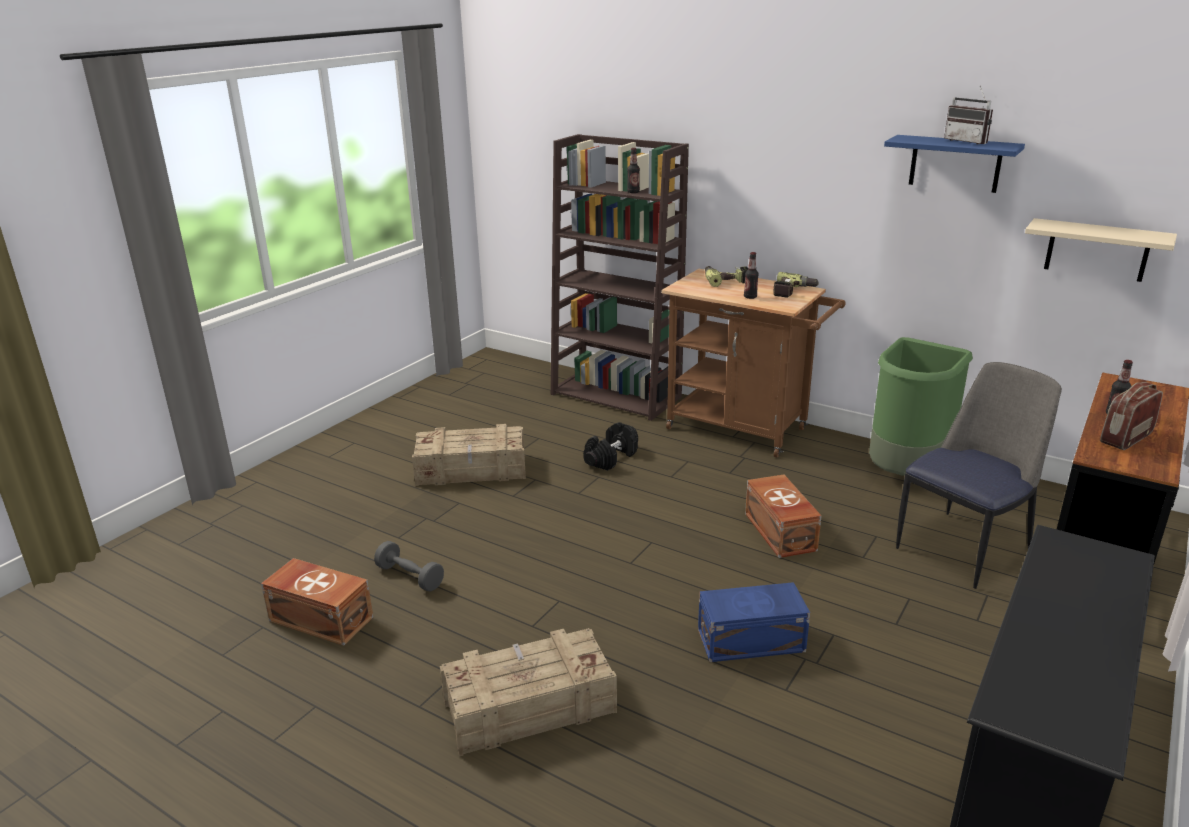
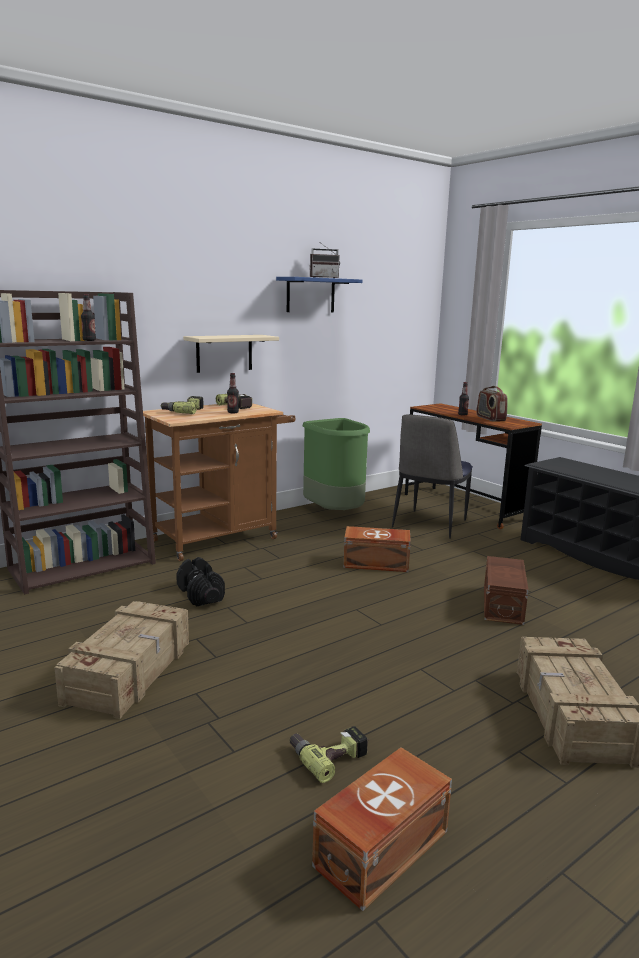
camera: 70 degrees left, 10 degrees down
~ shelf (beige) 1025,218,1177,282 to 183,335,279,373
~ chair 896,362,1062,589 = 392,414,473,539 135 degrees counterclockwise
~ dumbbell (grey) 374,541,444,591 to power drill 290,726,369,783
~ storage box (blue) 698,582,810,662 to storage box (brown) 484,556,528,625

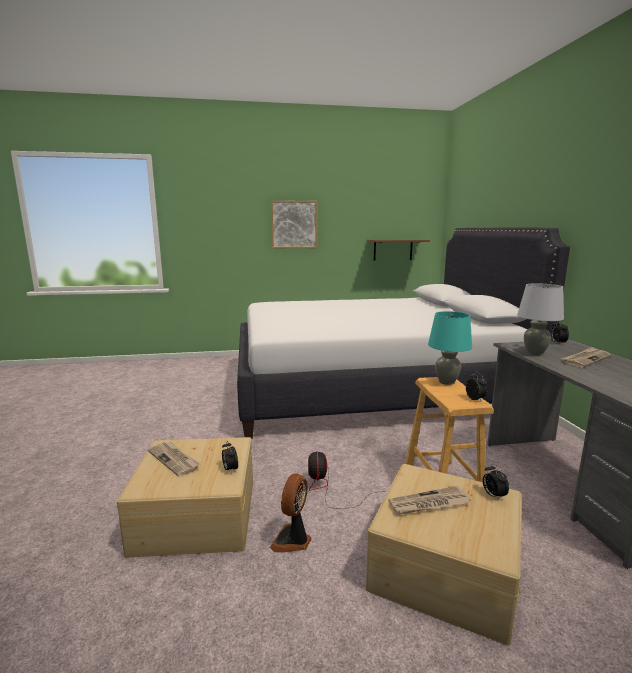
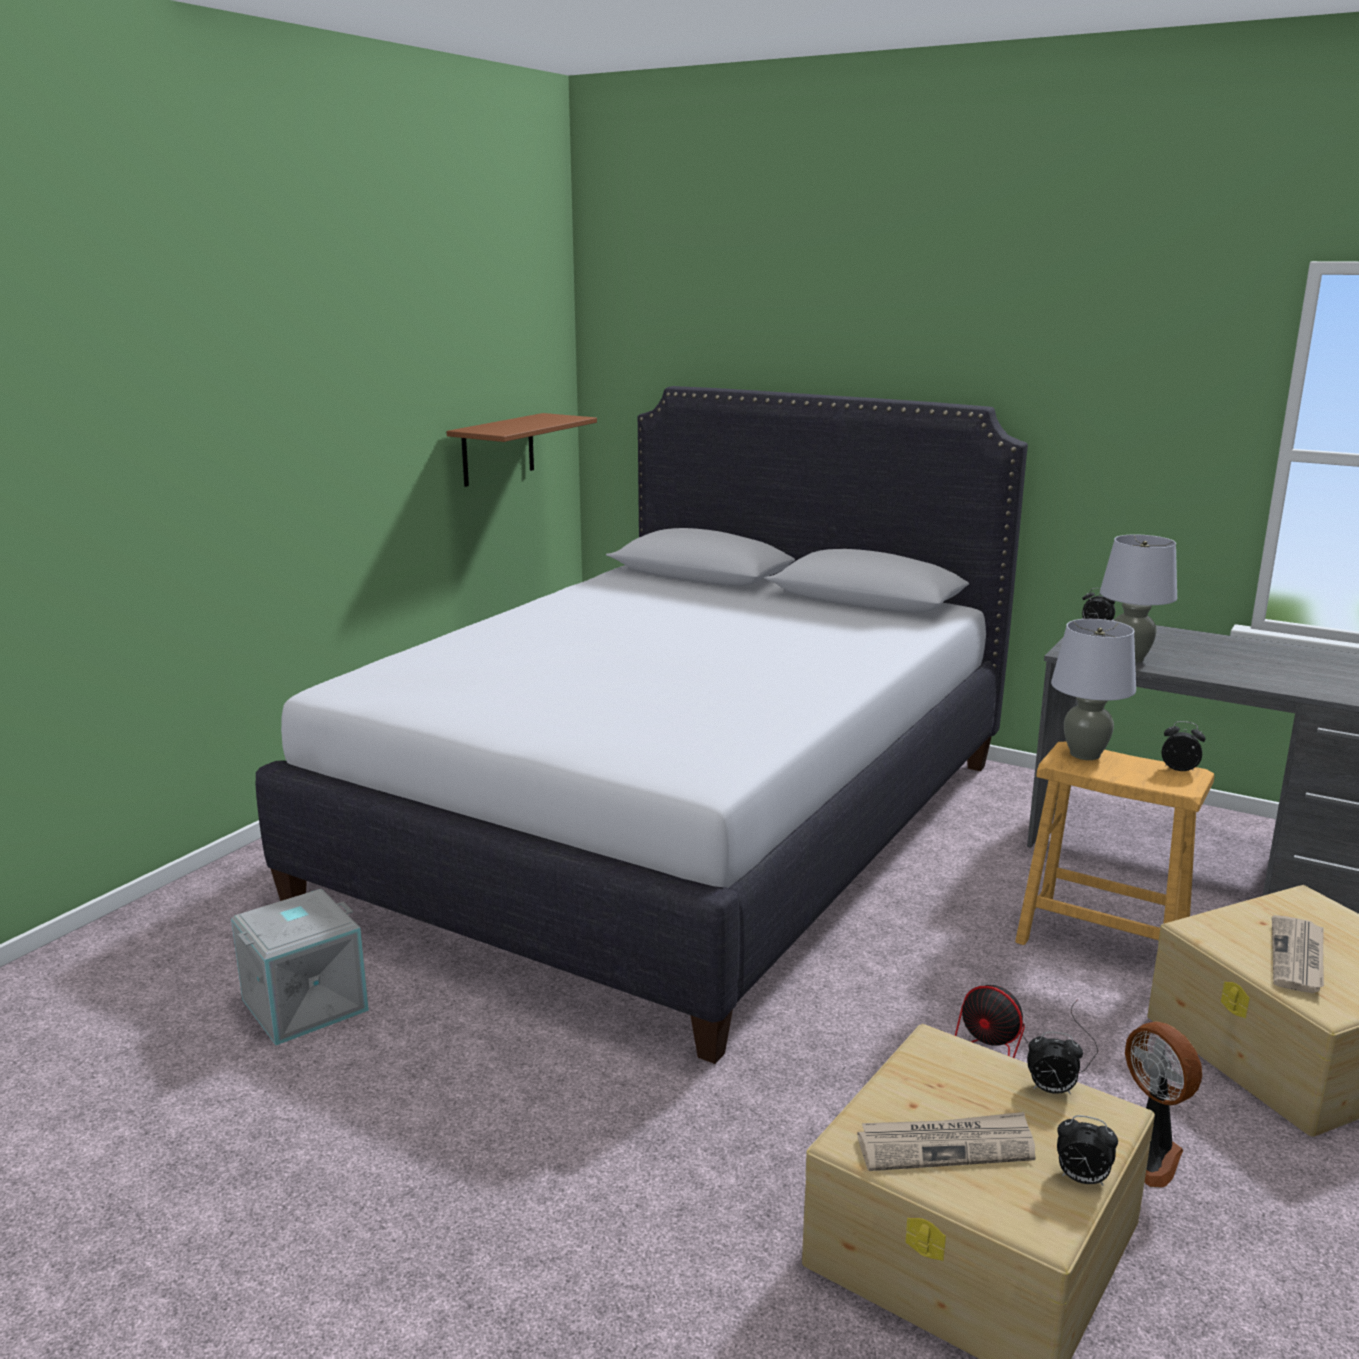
camera: 50 degrees left, 5 degrees up
- picture 271,200,317,248
~ table lamp (turquoise) 428,311,472,385 to table lamp (grey) 1051,619,1136,760
- newspaper 561,347,611,368
~ alarm clock 483,464,509,500 to 1057,1115,1118,1186
+ storage box (grey) 231,889,369,1045

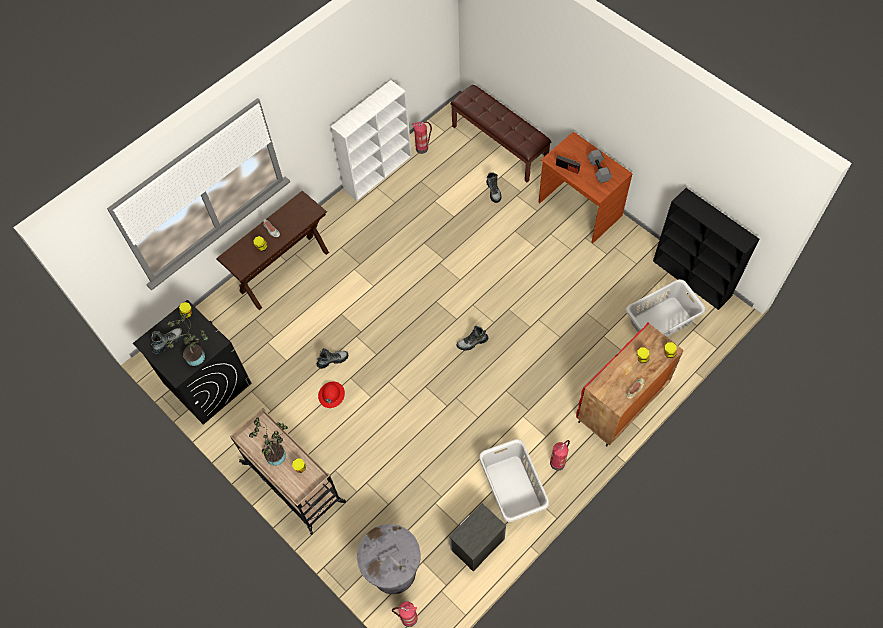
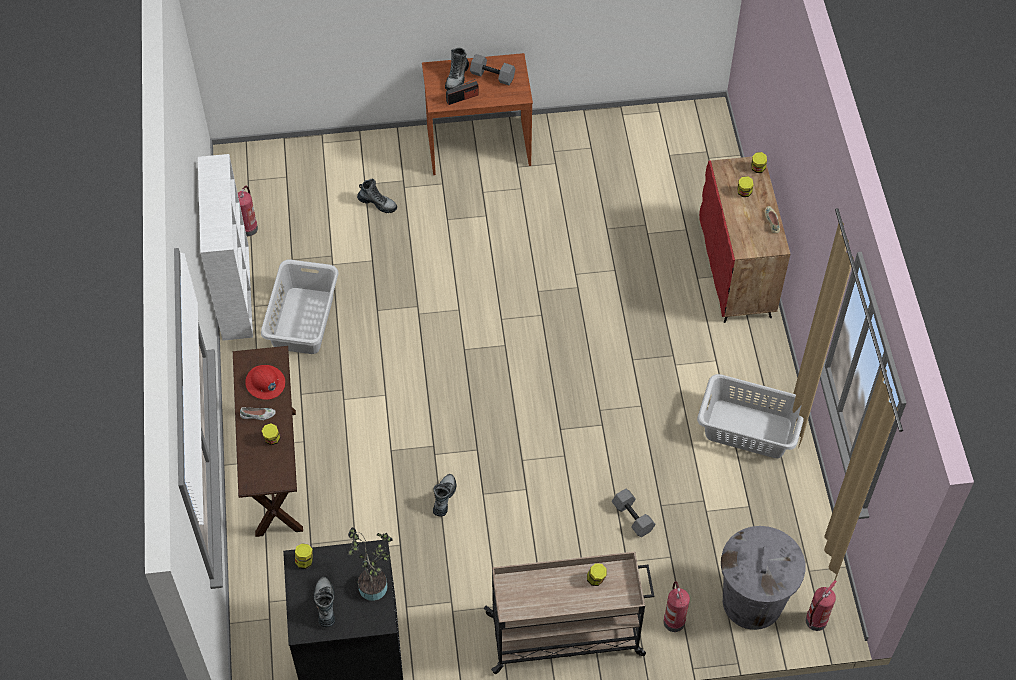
camera: 55 degrees left, 5 degrees down
- bench (brown) 451,85,551,182
- bookcase (black) 653,188,759,310
~ laundry basket (grey) 626,279,706,337 to 261,259,338,354
~ boot 456,326,488,351 to 445,47,469,90
~ hard hat (red) 318,382,345,408 to 245,365,285,400
- potted plant 249,417,288,466
~ fire extinguisher 550,440,570,471 to 663,581,690,632
- nightstand 449,503,506,572
+ dumbbell (grey) 612,489,656,537

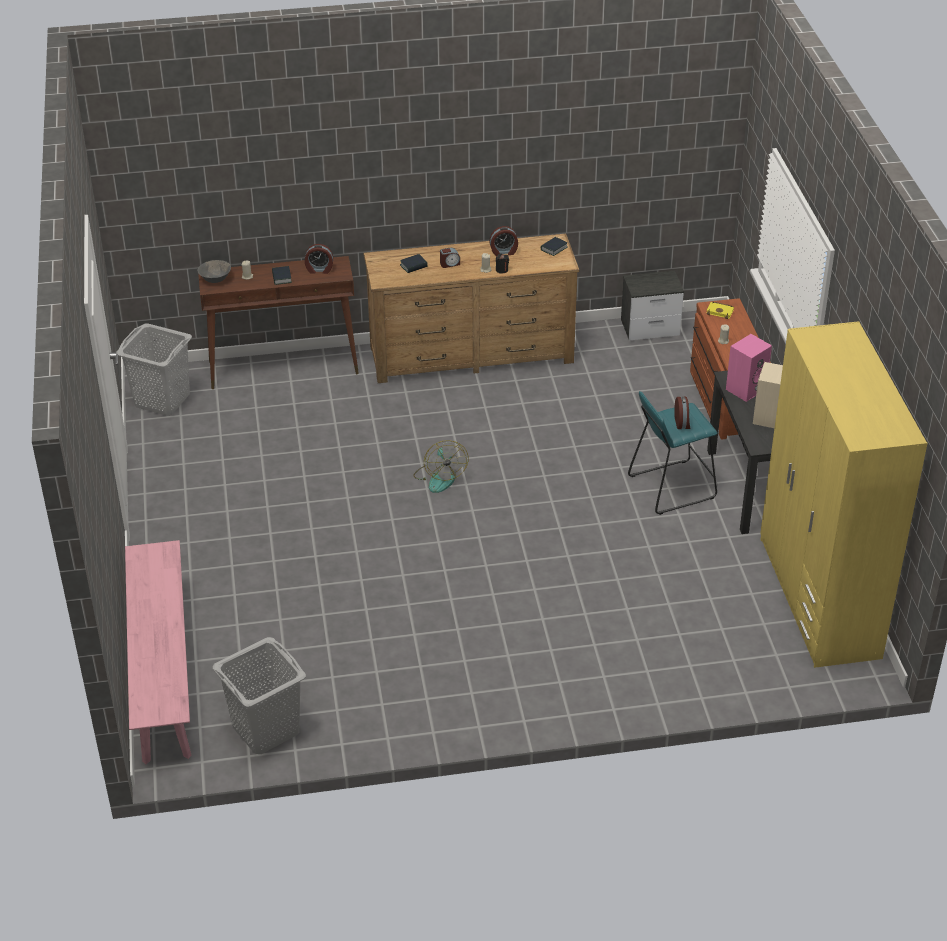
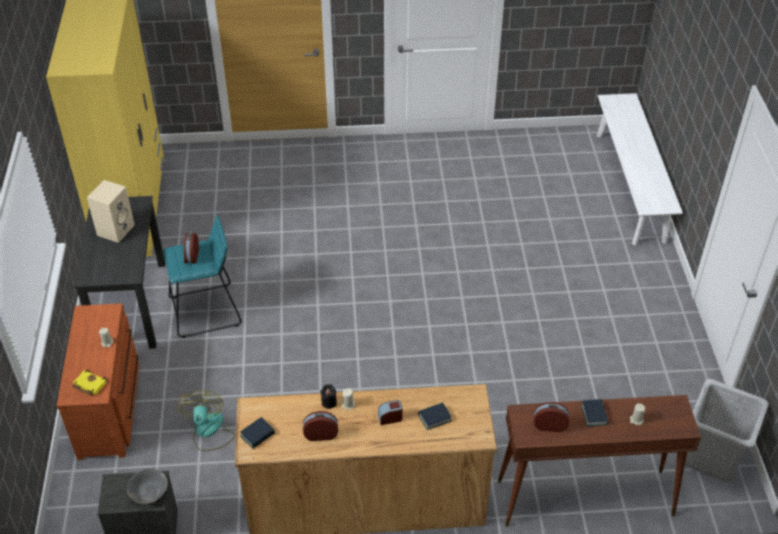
camera: 175 degrees left, 5 degrees up
~ bowl (grey) 197,260,231,283 to 127,468,168,504
- speaker (pink) 726,334,772,402
~ fan 413,440,468,493 to 177,390,235,451
~ bench (pink) 125,540,191,764 to bench (white) 597,93,683,245
- laundry basket (grey) 213,637,306,754

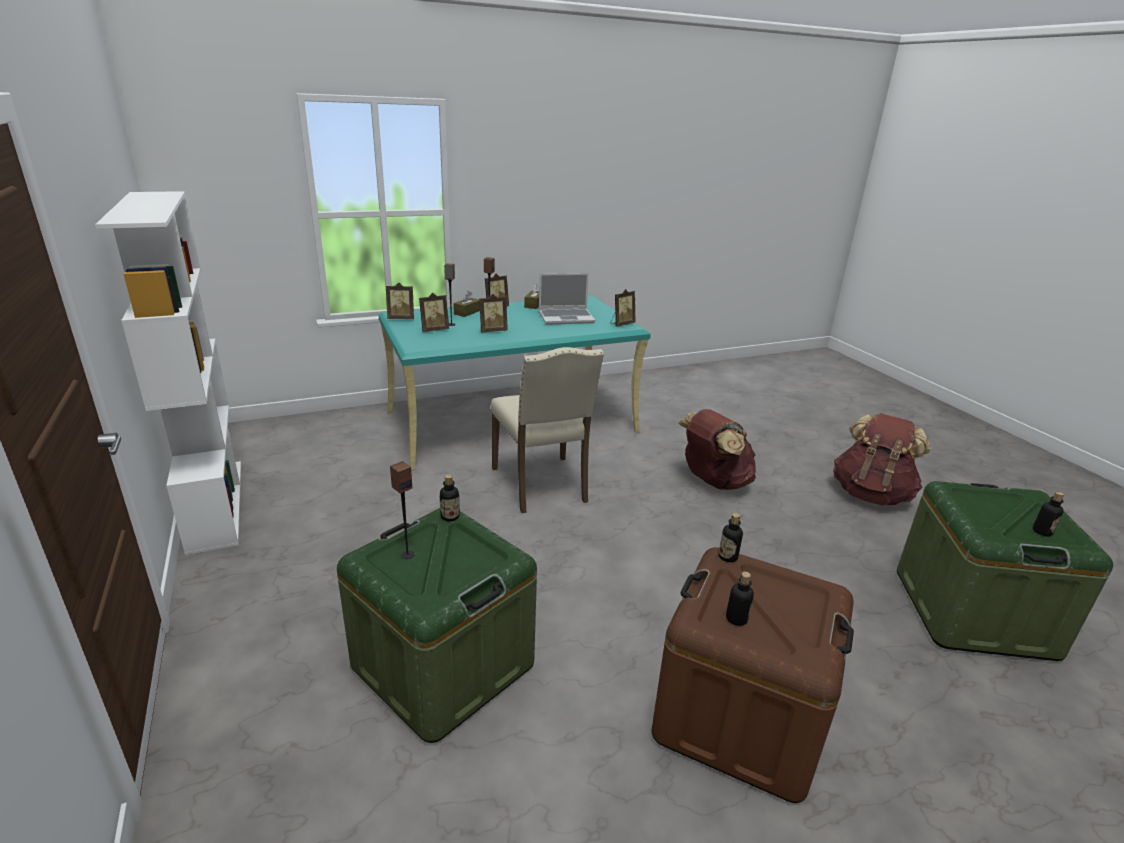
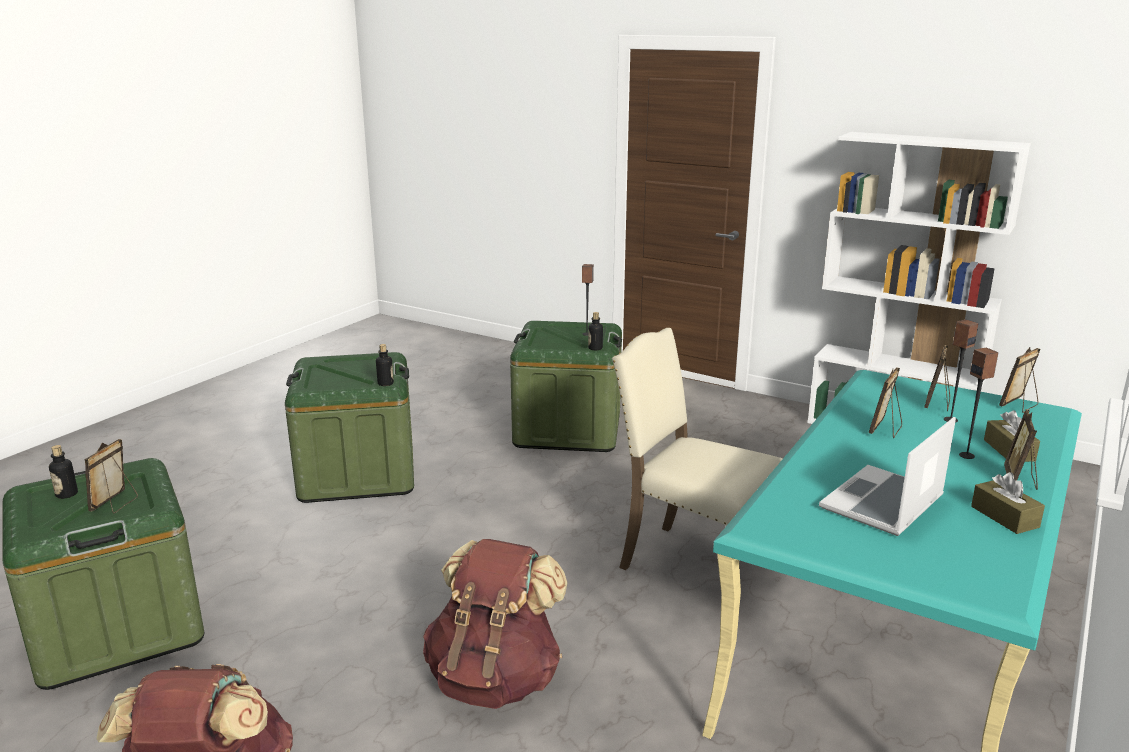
camera: 145 degrees right, 5 degrees down
~ picture frame 611,289,636,327 to 85,439,138,513
~ storage box (brown) 652,547,854,803 to storage box (green) 285,352,414,503
- bottle 726,572,754,626

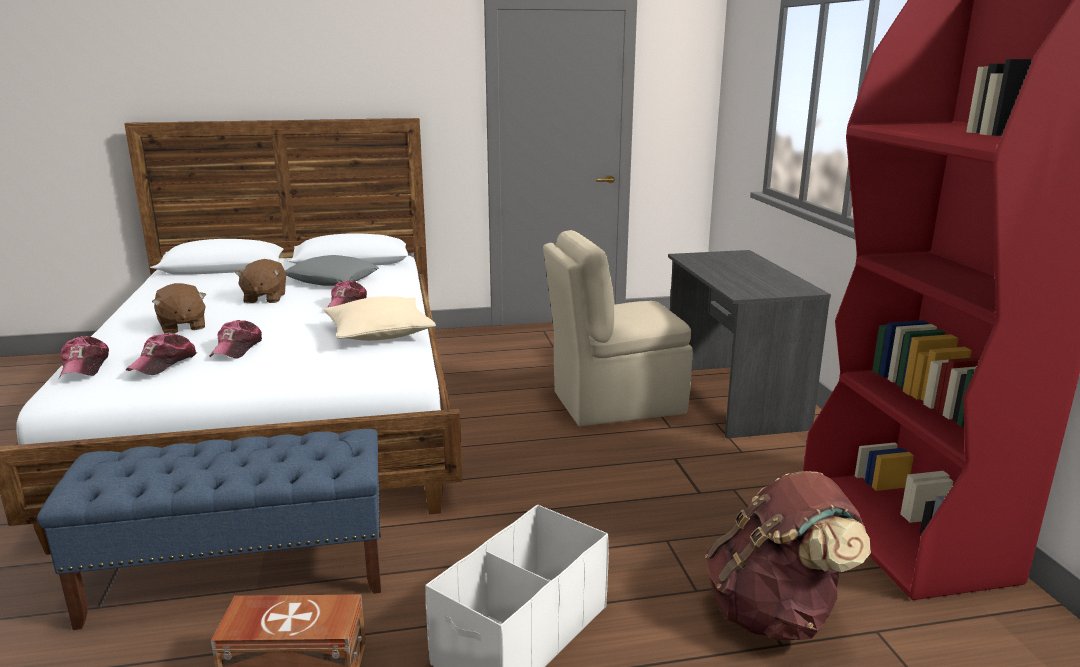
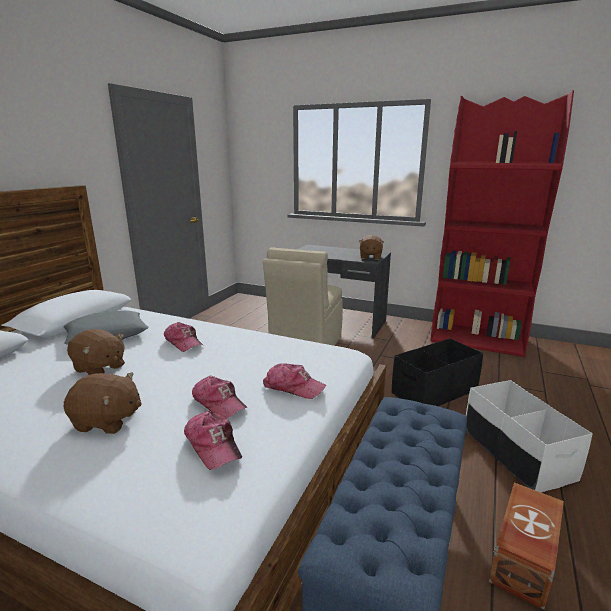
camera: 55 degrees left, 0 degrees up
- pillow (beige) 324,296,436,341
~ cap 59,336,109,378 to 263,363,326,399
- backpack (brown) 705,471,871,640
+ plush toy (brown) 359,235,384,260
+ storage box (black) 392,338,483,406

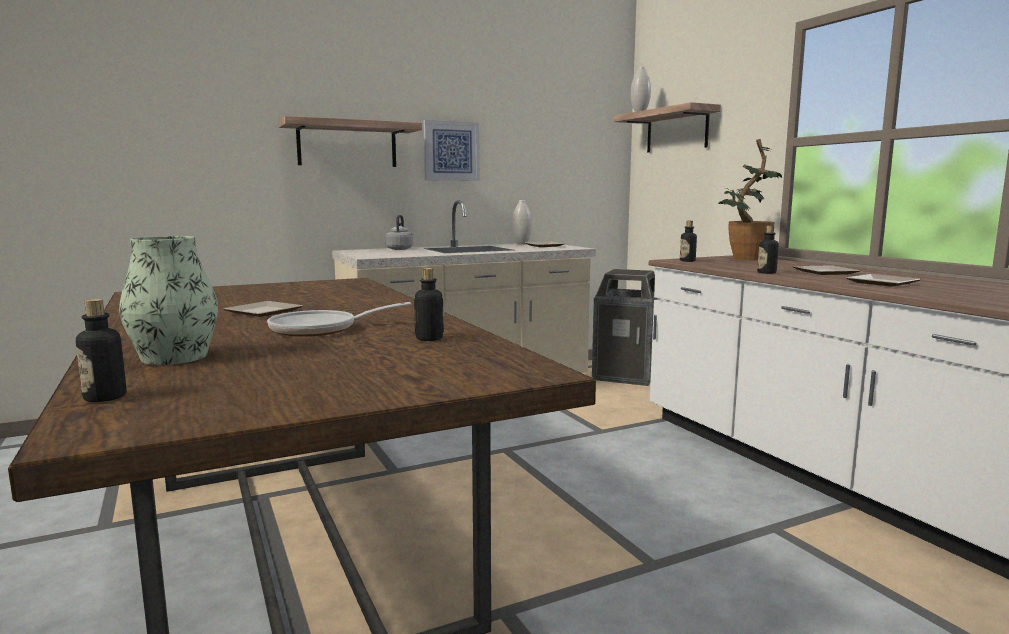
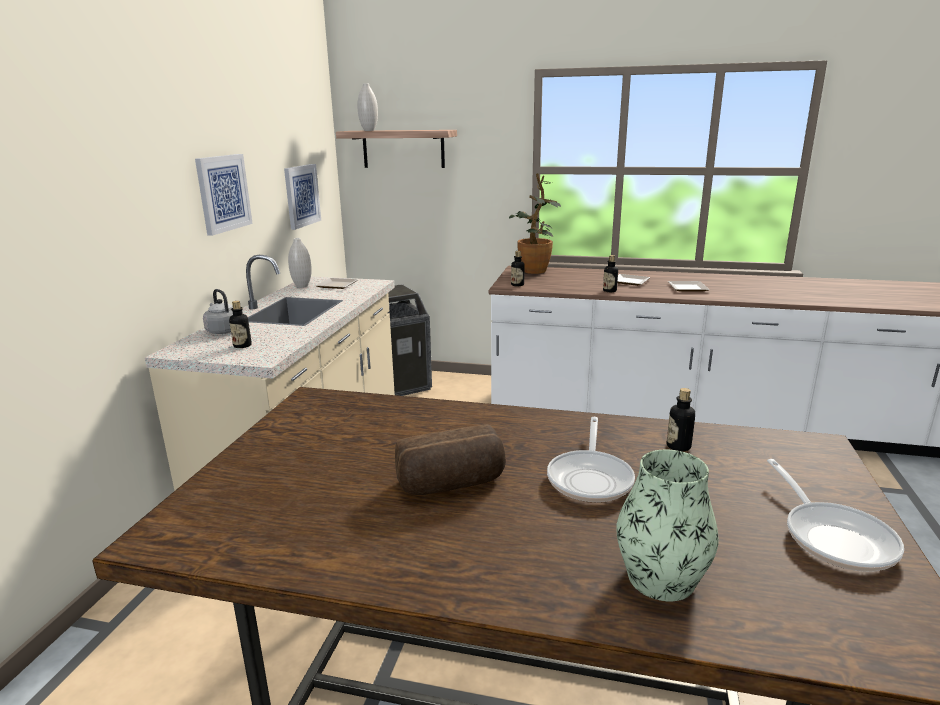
camera: 50 degrees left, 10 degrees up
- shelf 278,116,422,167
~ bottle 76,299,127,402 to 229,301,252,348
~ plate 224,301,302,317 to bread 395,424,506,495
+ picture 284,164,321,230
+ frying pan 767,459,904,572

